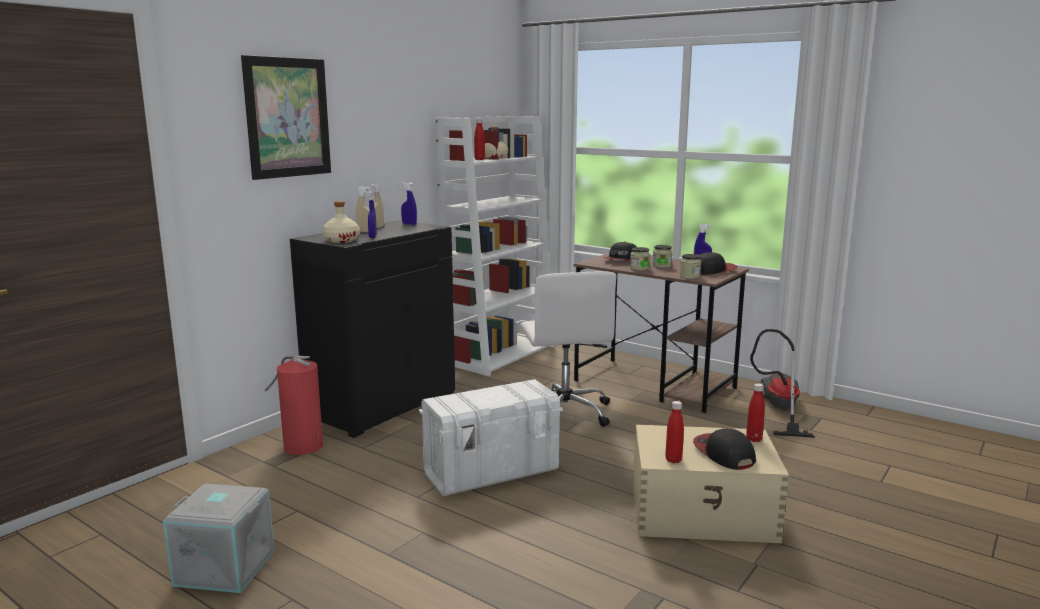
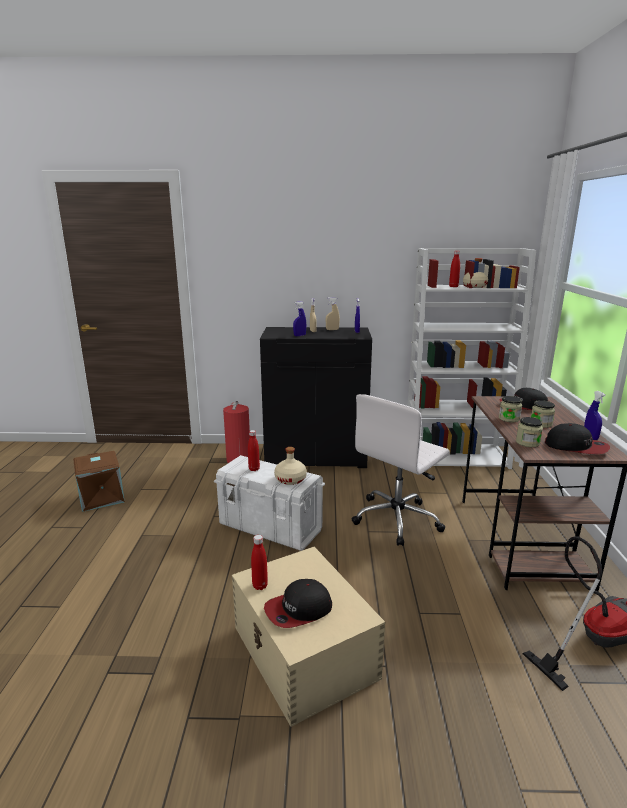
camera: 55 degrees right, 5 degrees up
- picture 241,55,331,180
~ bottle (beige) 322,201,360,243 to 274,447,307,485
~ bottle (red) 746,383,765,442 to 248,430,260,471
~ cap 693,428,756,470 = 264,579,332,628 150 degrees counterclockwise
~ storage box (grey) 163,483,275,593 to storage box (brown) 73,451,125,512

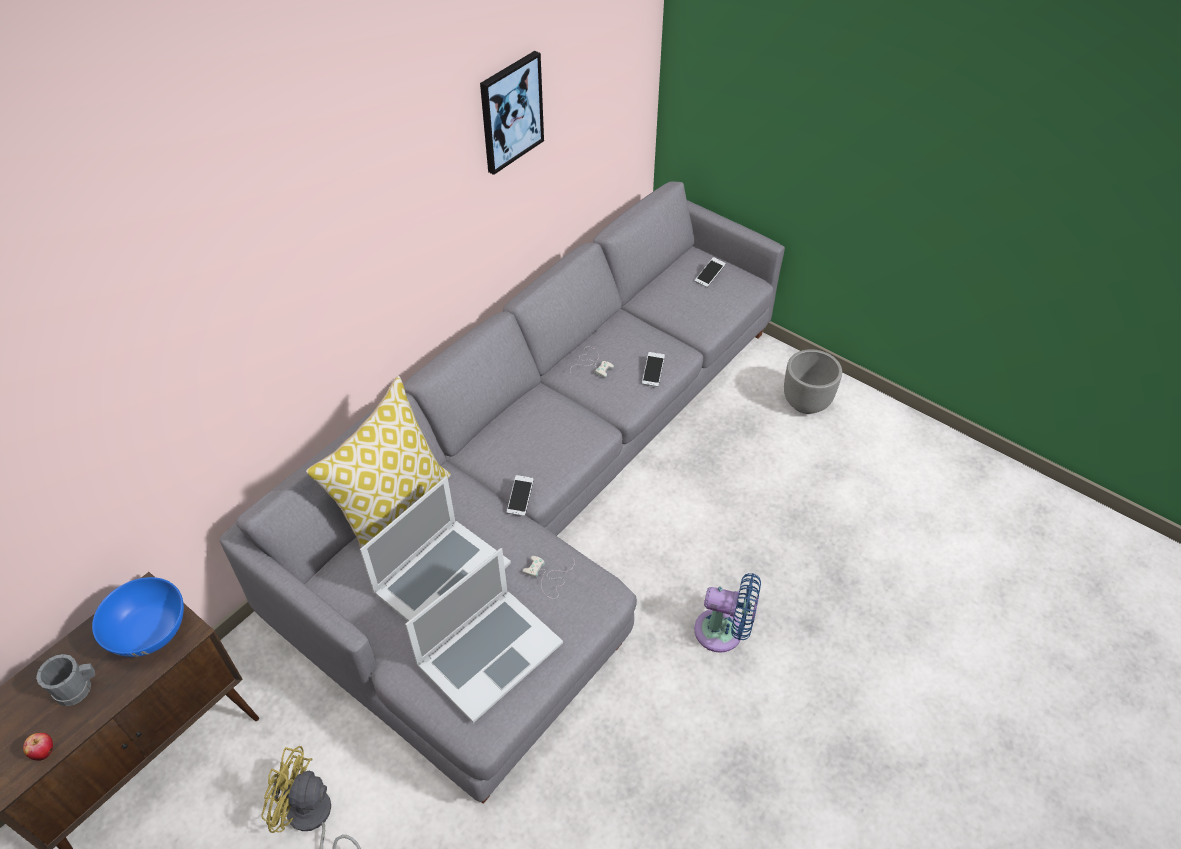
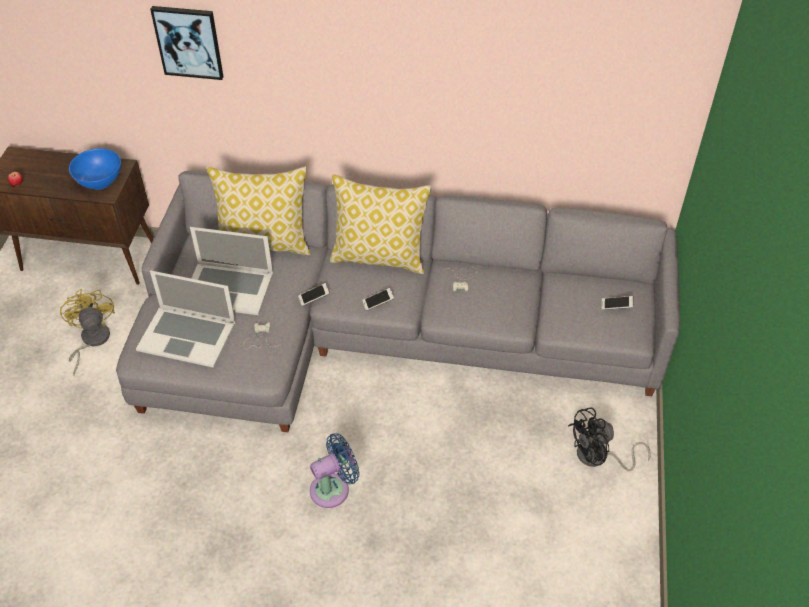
camera: 60 degrees right, 0 degrees up
~ picture 480,51,544,175 to 150,6,224,80
~ planter (grey) 784,349,842,414 to fan (black) 568,407,651,471
~ phone 642,352,665,387 to 362,288,394,311
~ fan (blue) 694,573,761,653 = 310,433,359,508 105 degrees counterclockwise
- mug (grey) 36,654,95,706
+ pillow 330,174,432,274

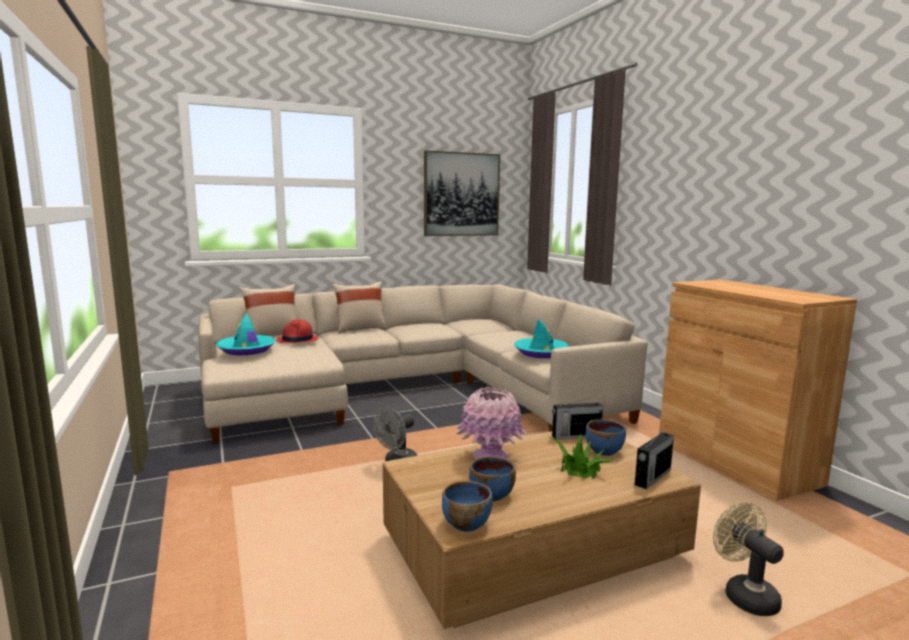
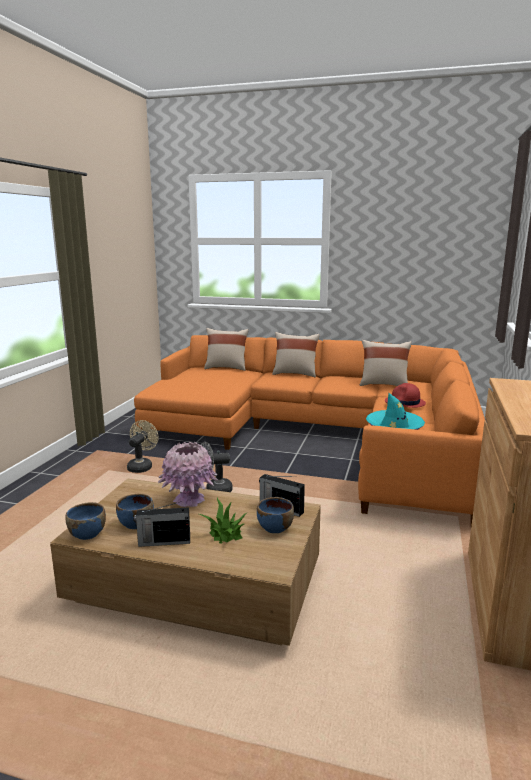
camera: 40 degrees right, 5 degrees up
- picture 424,150,500,236
~ sofa (beige) 198,284,648,444 to sofa (orange) 134,335,485,526
- hat (turquoise) 216,313,276,355
~ hat (red) 276,319,319,344 to 385,383,426,408
~ radio 635,429,674,489 to 134,502,190,547
~ fan (beige) 713,501,784,616 to 127,420,158,473
+ pillow (beige) 360,340,412,386

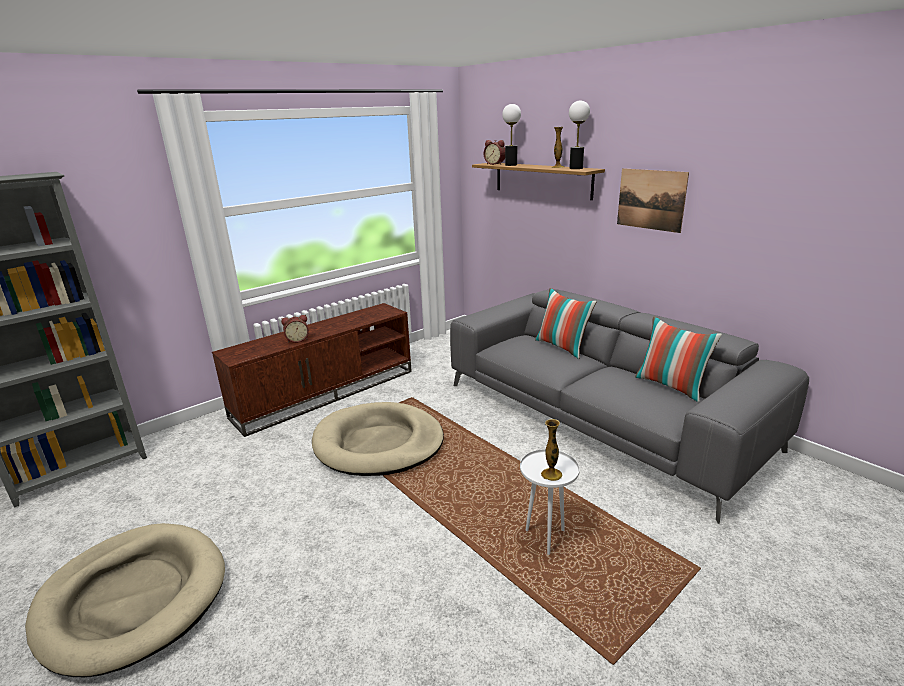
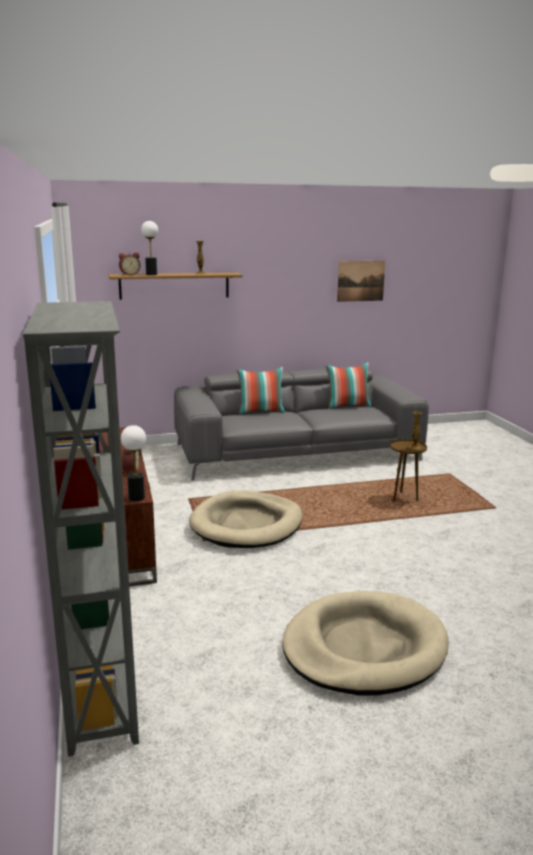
camera: 65 degrees left, 5 degrees down
~ table lamp 569,100,590,169 to 121,425,146,501
~ picture 617,168,689,233 to 337,261,385,302
~ side table (white) 520,449,580,555 to side table (brown) 390,439,427,501

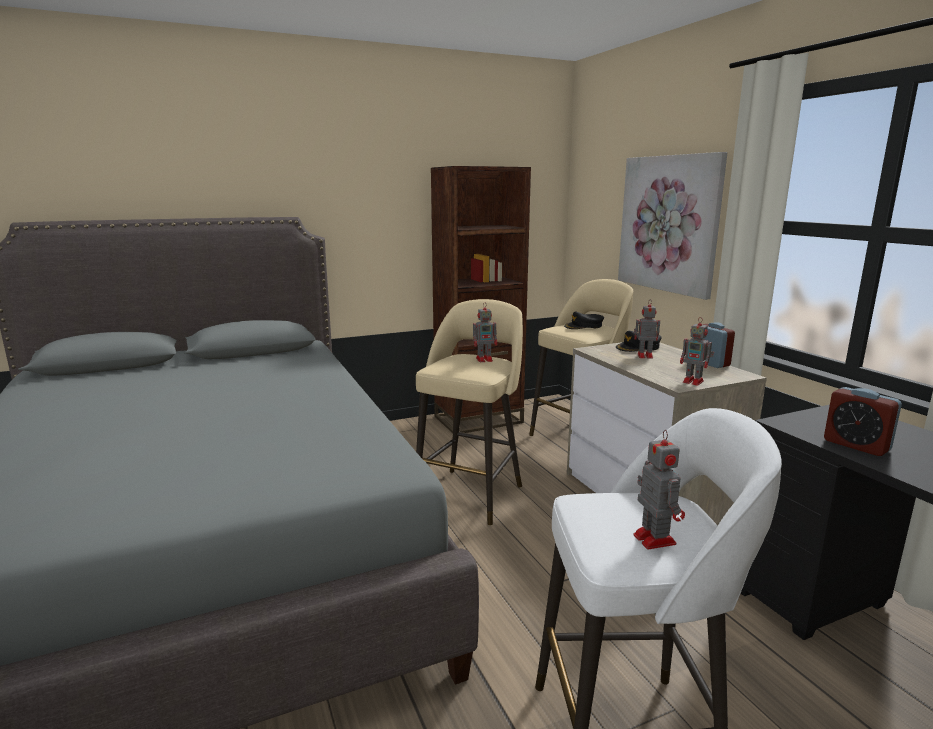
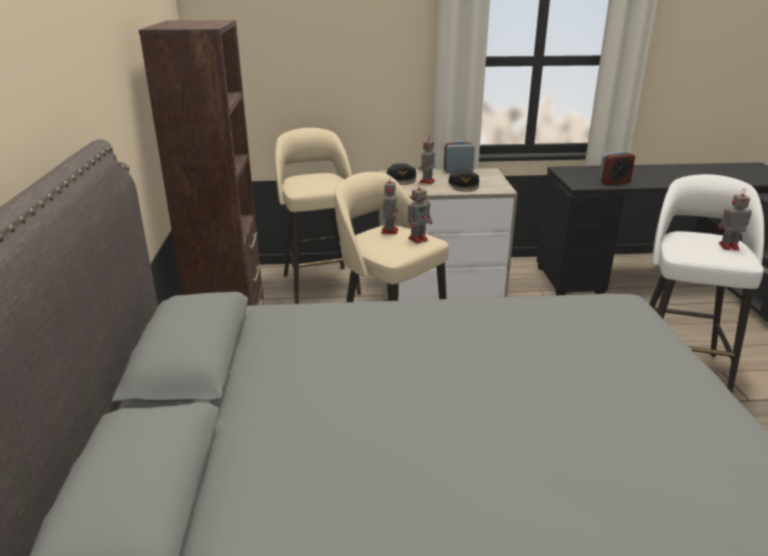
camera: 70 degrees left, 10 degrees up
- picture 618,152,727,300
~ cap (black) 564,312,604,329 to 449,170,479,192
~ toy robot 680,317,714,386 to 408,183,432,244

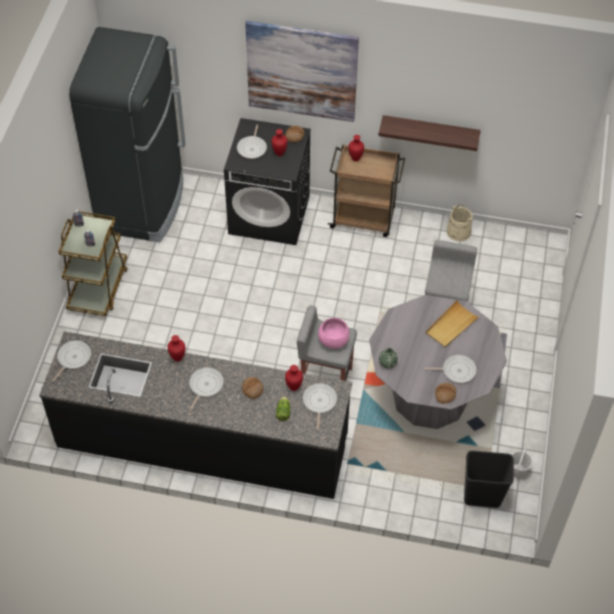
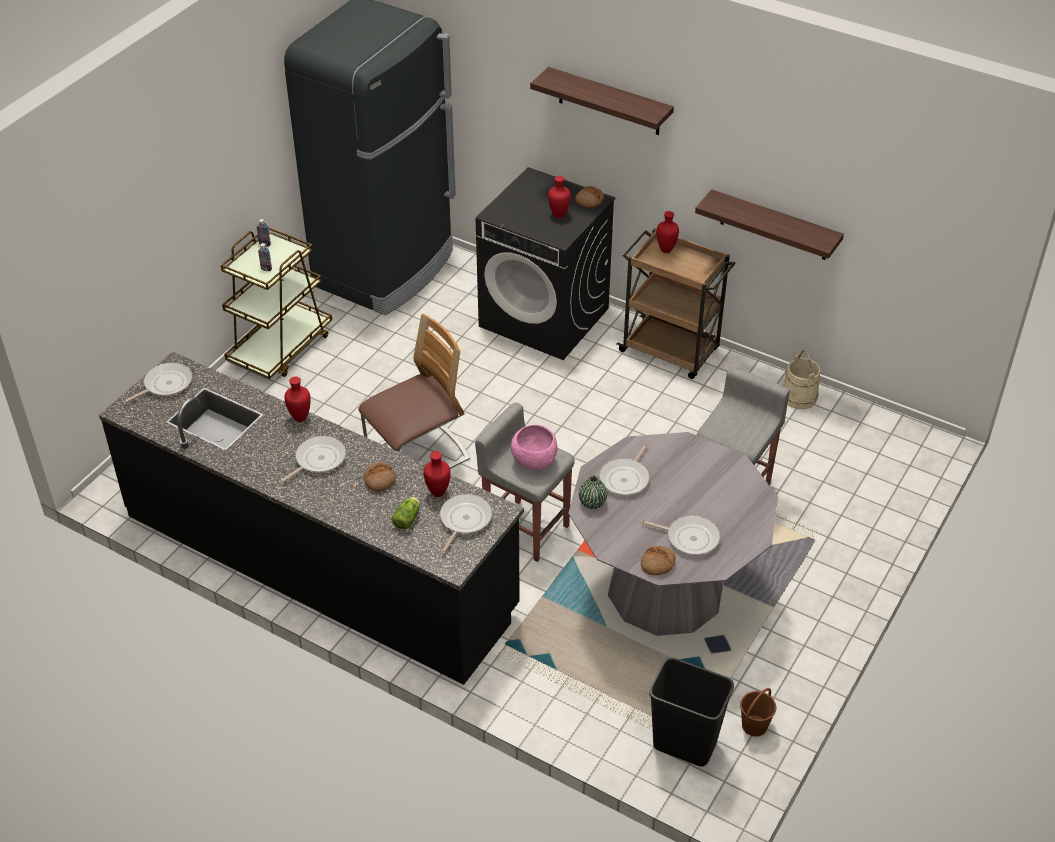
camera: 20 degrees right, 10 degrees down
~ picture 245,21,359,122 to shelf 530,67,674,135
~ frying pan 237,125,267,159 to 599,444,649,495
- tray (beige) 425,300,479,348
~ bucket (white) 512,448,533,478 to bucket (brown) 740,688,776,737
+ chair 358,314,470,469

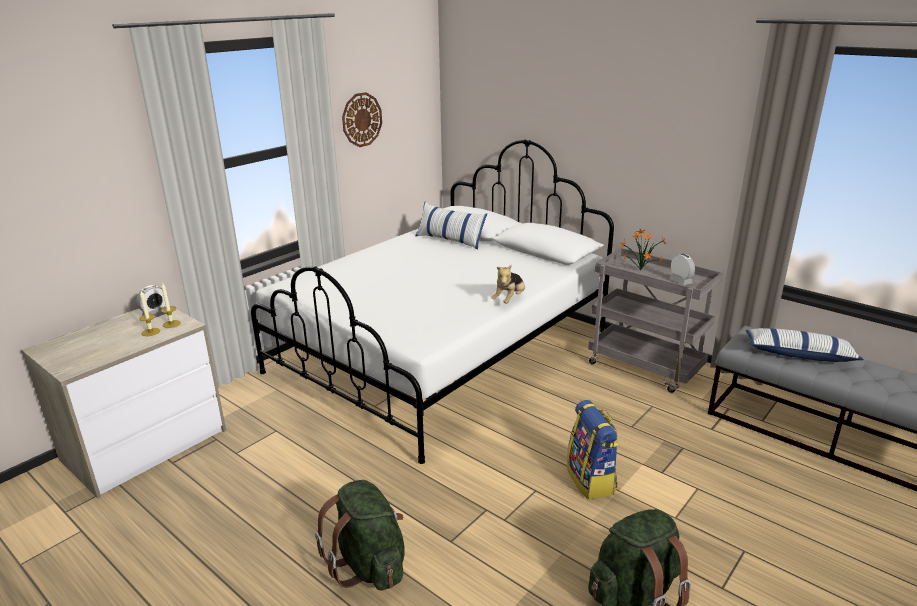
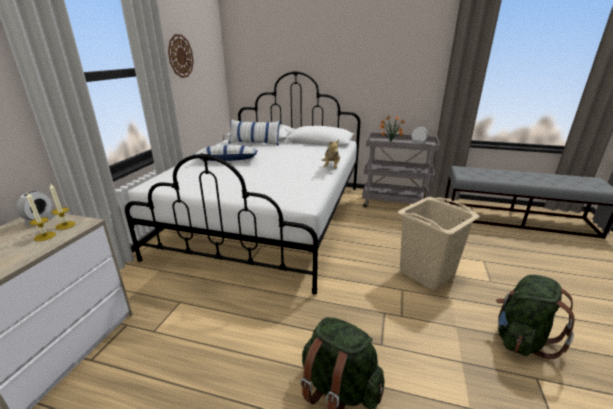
camera: 25 degrees left, 0 degrees up
~ pillow 746,328,864,362 to 193,145,258,161
~ backpack 567,400,619,500 to laundry basket (beige) 398,197,480,290

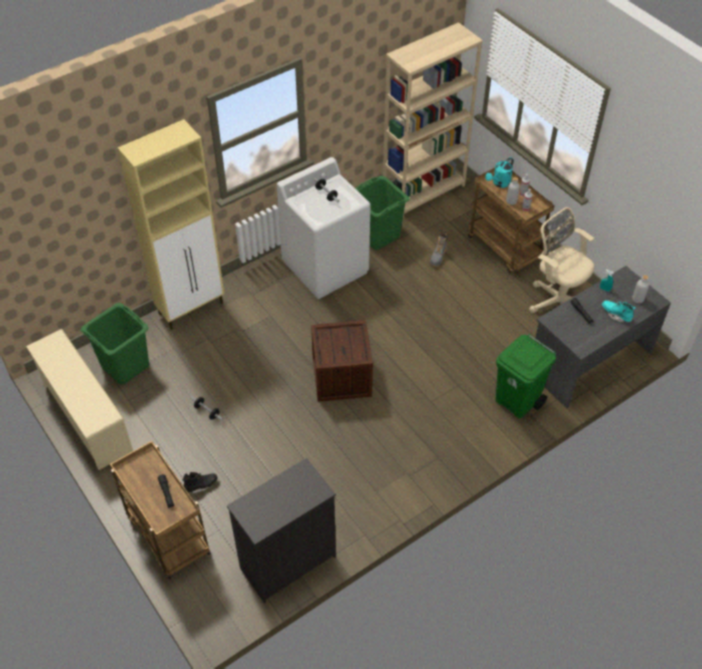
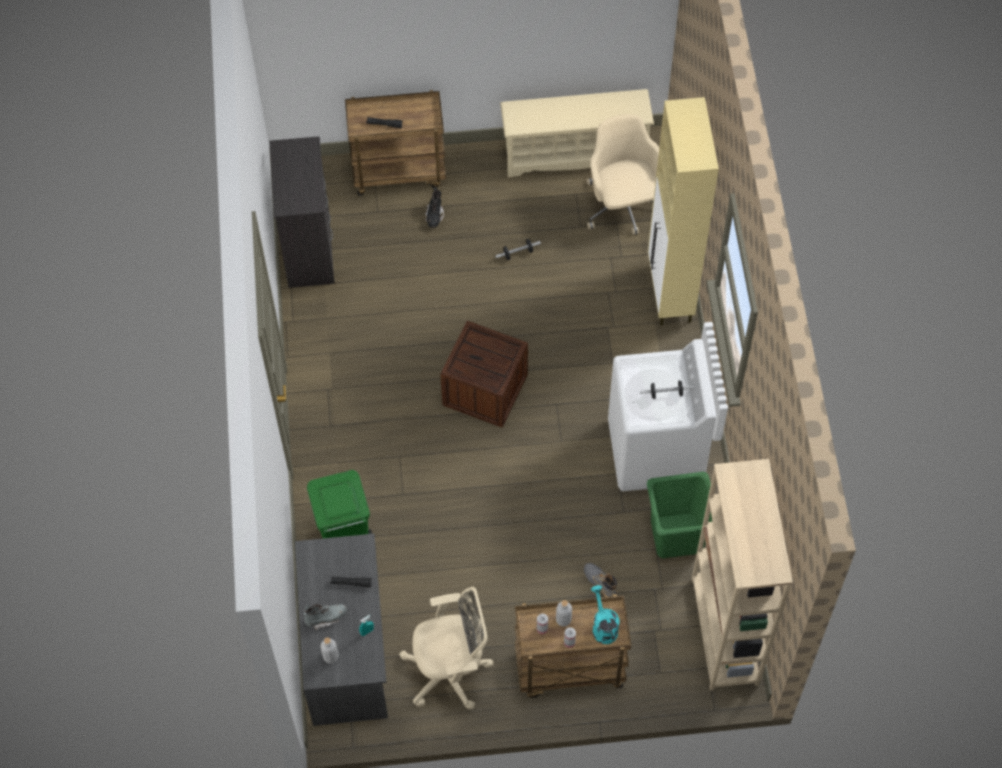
camera: 120 degrees right, 10 degrees up
~ boot (turquoise) 602,300,636,323 to boot (grey) 303,604,347,630
~ laundry basket (green) 81,303,149,384 to office chair (beige) 587,114,659,235

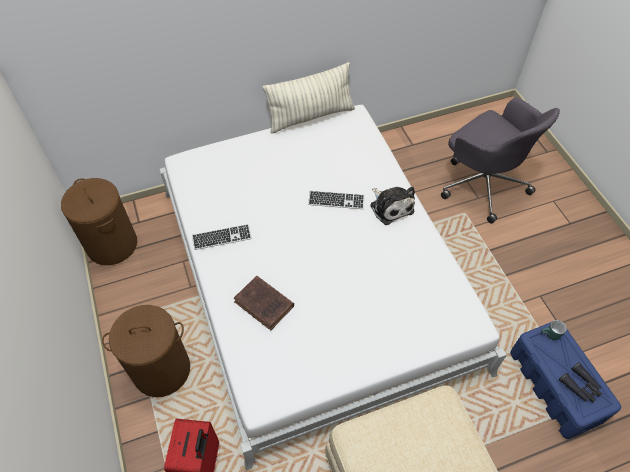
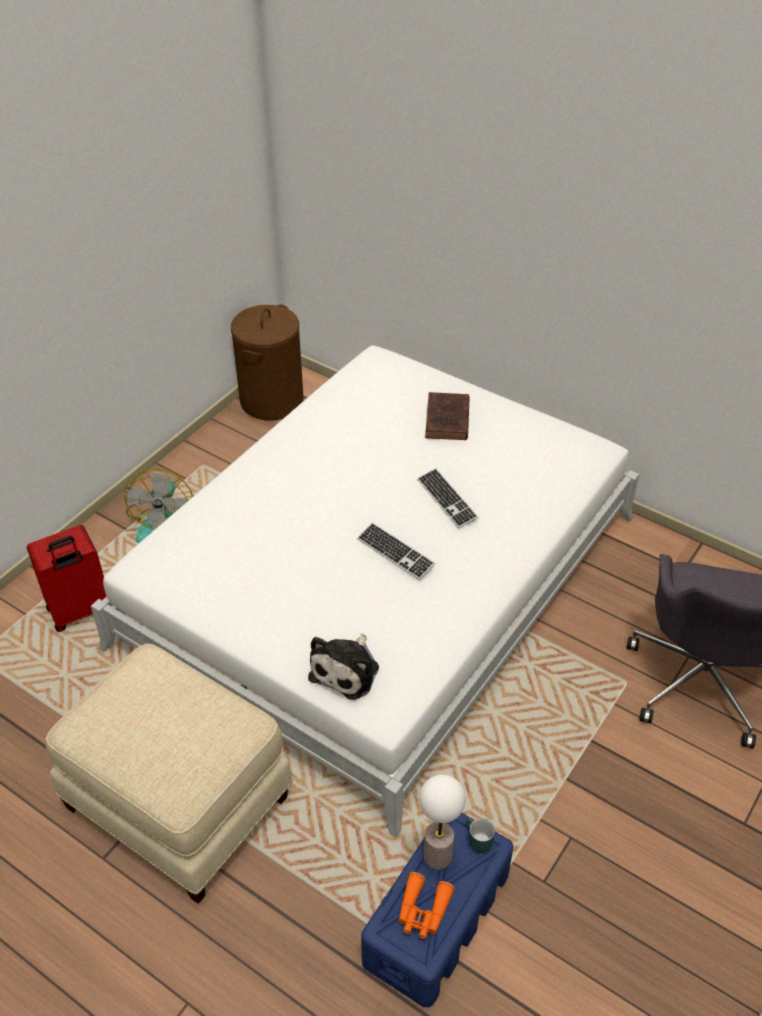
camera: 55 degrees right, 10 degrees down
- pillow 263,62,355,134
~ plush toy 370,187,415,225 to 308,634,379,700
~ keyboard 192,224,252,250 to 357,523,435,580
~ book (brown) 234,276,294,331 to 425,392,470,440
~ laundry basket (brown) 102,305,190,397 to fan 124,468,193,543
~ binoculars (black) 559,362,602,403 to binoculars (orange) 398,872,455,939
+ table lamp 419,775,466,870

